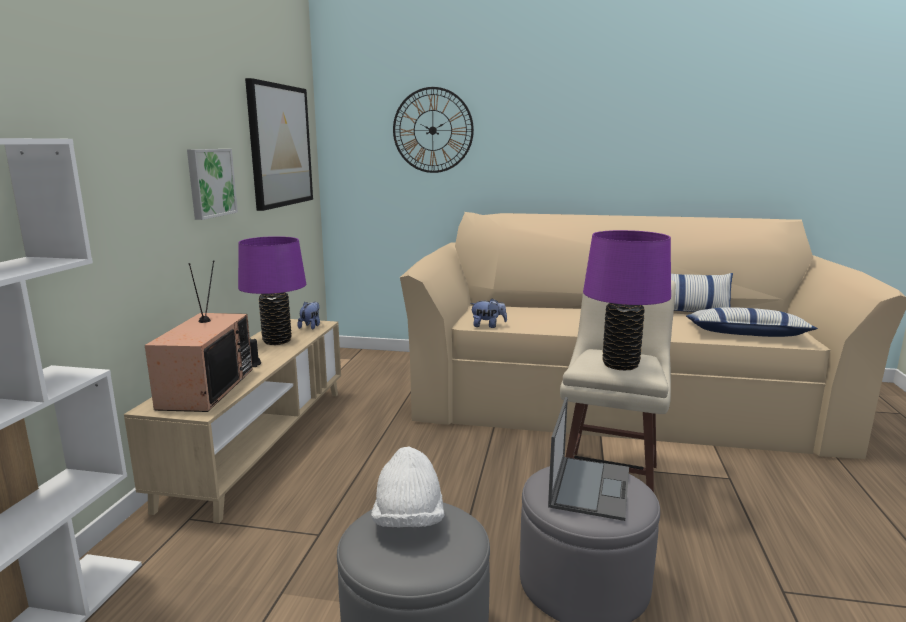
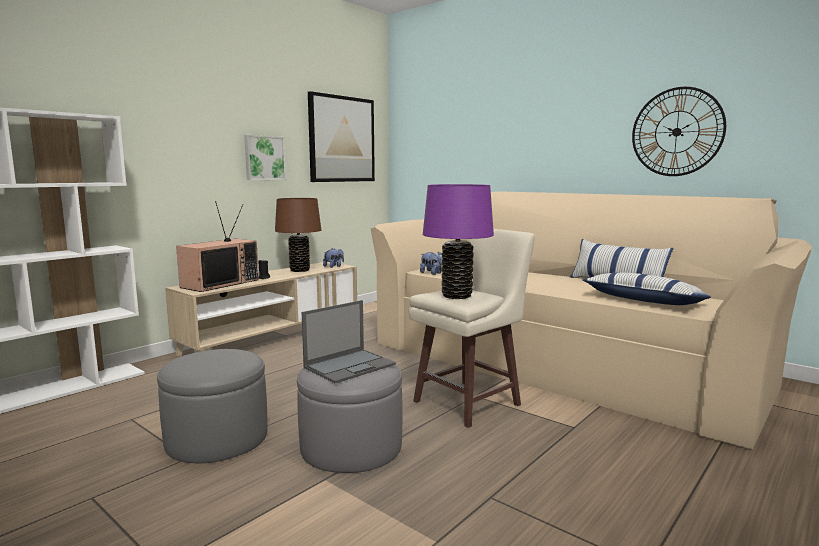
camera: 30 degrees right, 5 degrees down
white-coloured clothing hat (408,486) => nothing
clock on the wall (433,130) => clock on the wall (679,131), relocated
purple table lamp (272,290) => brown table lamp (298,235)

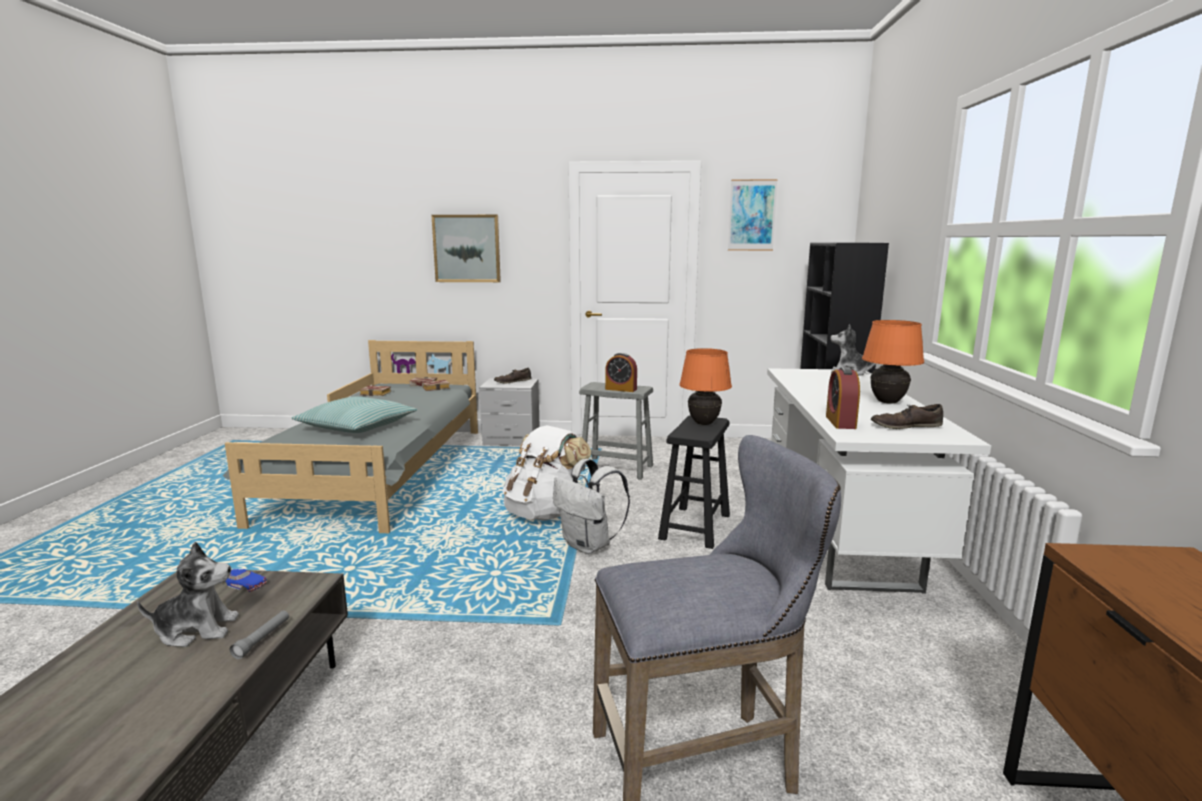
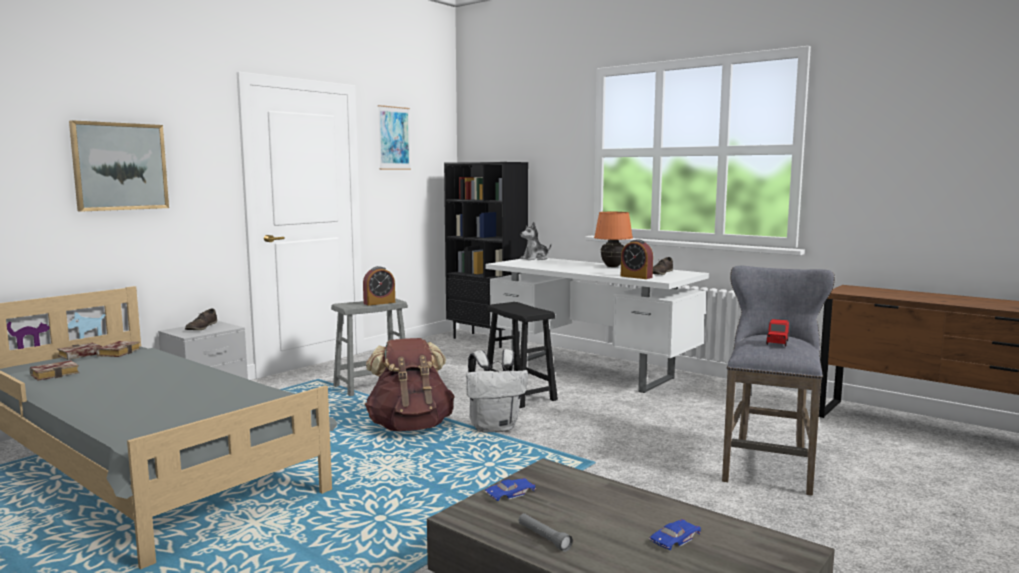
camera: 55 degrees left, 5 degrees down
soft toy (188,594) => nothing
pillow (354,414) => nothing
orange-coloured table lamp (705,386) => nothing
nothing => bluish toy car (675,534)
nothing => reddish toy car (777,333)
greyish flashlight (259,634) => greyish flashlight (546,532), relocated
white-coloured knapsack (546,473) => brown knapsack (410,384)

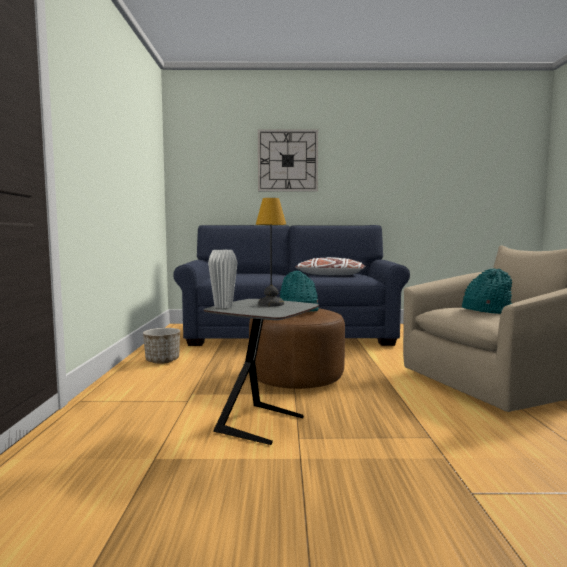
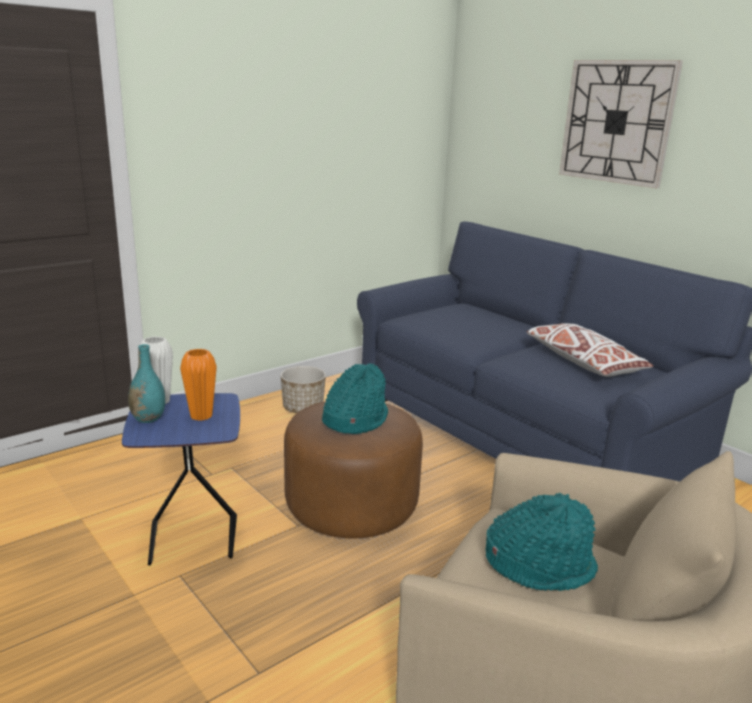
camera: 50 degrees right, 15 degrees up
nothing => turquoise-coloured flower vase (146,383)
table lamp (271,252) => orange-coloured flower vase (198,385)
greyish accent table (261,372) => bluish accent table (181,479)

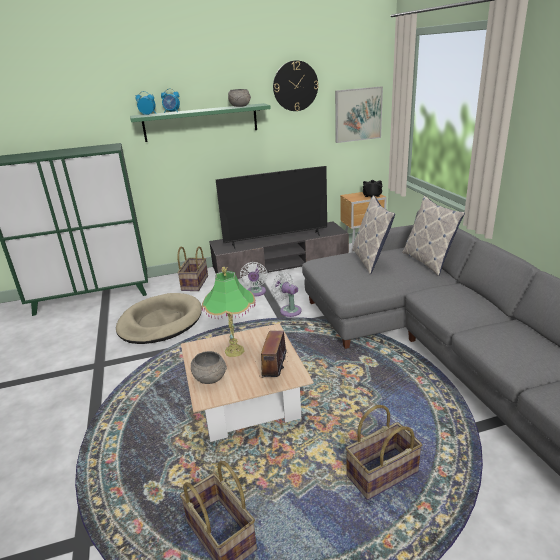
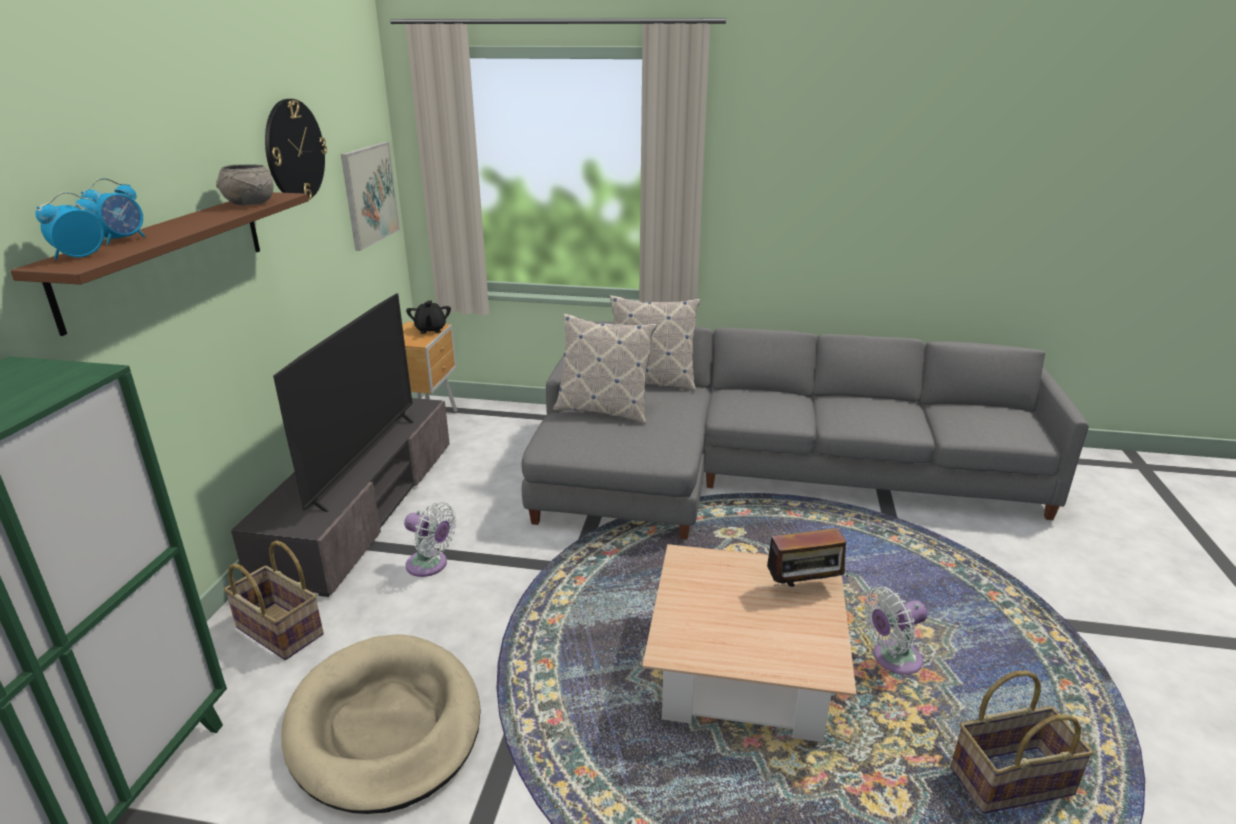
camera: 65 degrees left, 0 degrees up
greyish serving bowl (209,367) => nothing
table lamp (229,312) => nothing
basket (383,452) => nothing
white-coloured cooling fan (286,294) => white-coloured cooling fan (896,630), relocated
green wall shelf (200,122) => brown wall shelf (159,264)
radio (273,354) => radio (807,554), 45 degrees counterclockwise

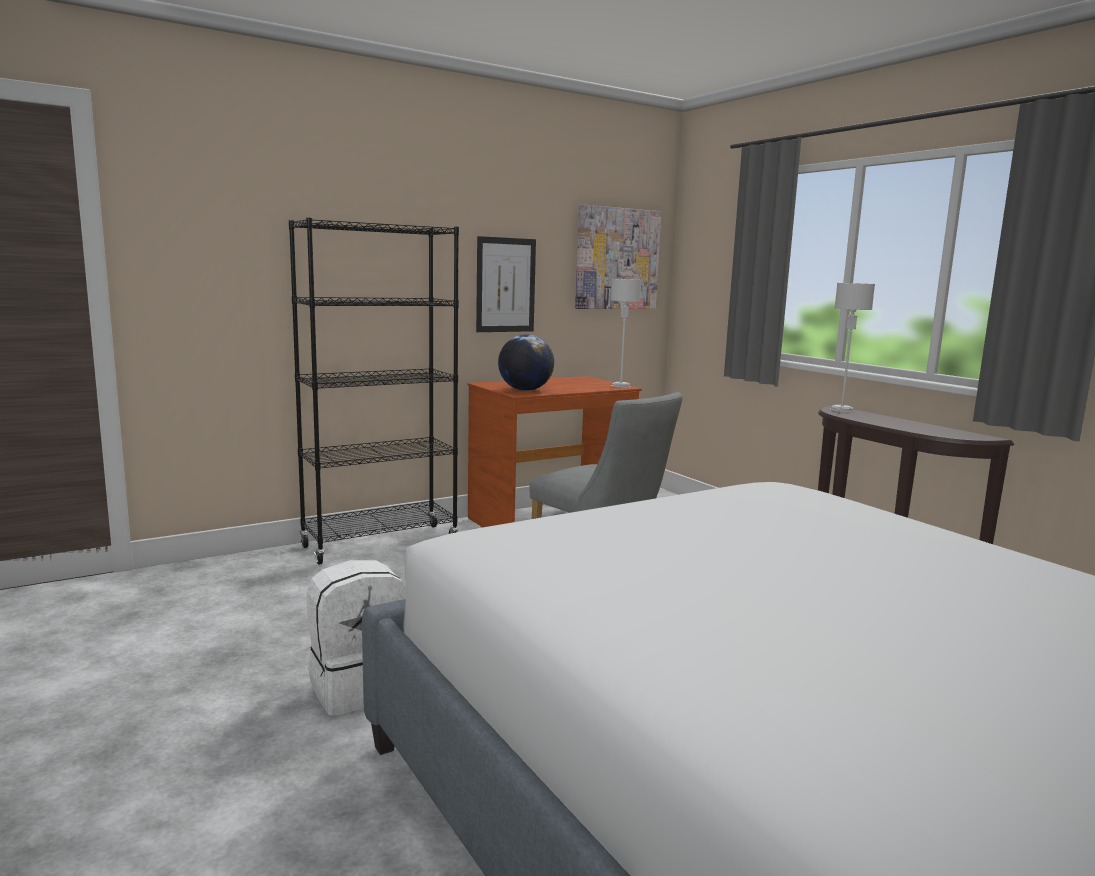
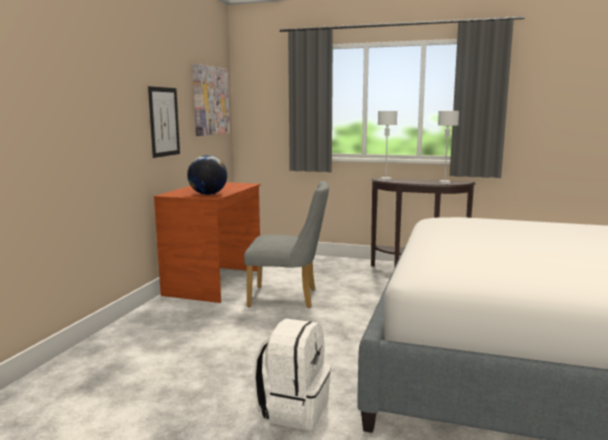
camera: 40 degrees left, 0 degrees up
black shelving unit (374,391) => nothing
greyish table lamp (626,333) => greyish table lamp (448,147), relocated

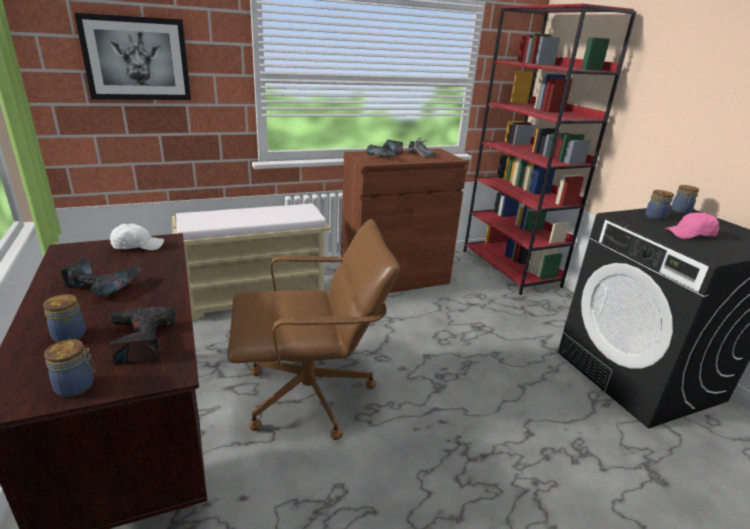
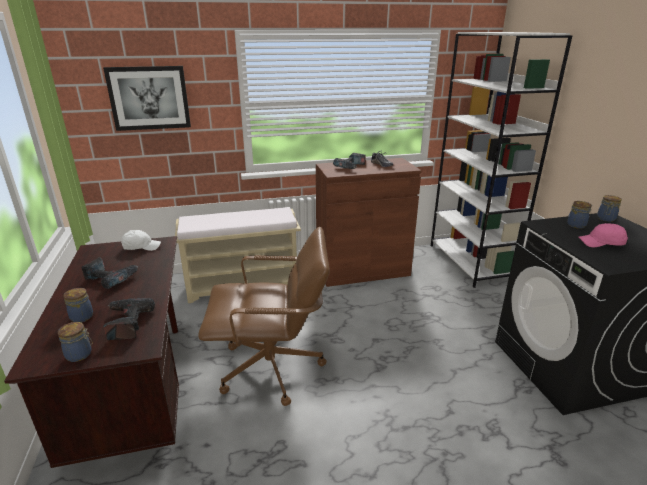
camera: 10 degrees right, 0 degrees up
reddish shelving unit (550,149) => white-coloured shelving unit (501,160)

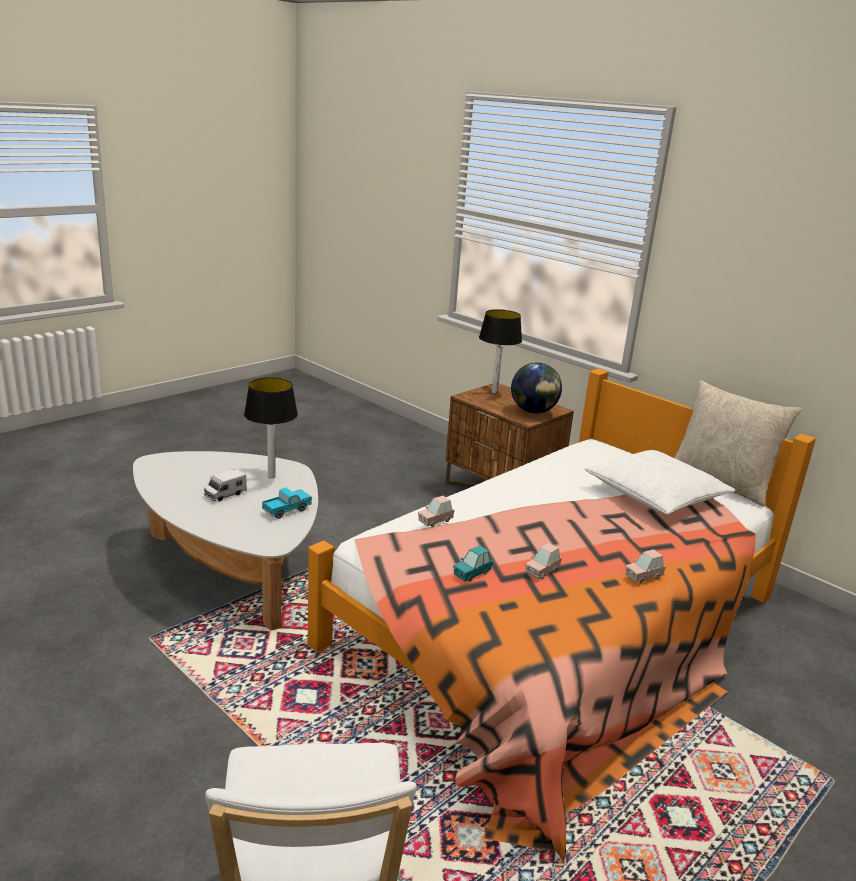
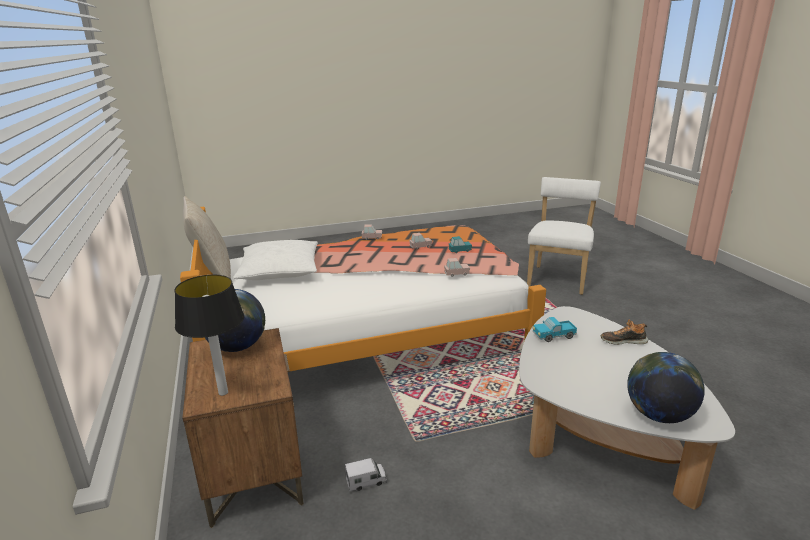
camera: 150 degrees left, 0 degrees up
table lamp (271,427) => nothing
nothing => low shoe (624,332)
nothing => desk globe (666,387)
toy truck (225,484) => toy truck (366,474), relocated

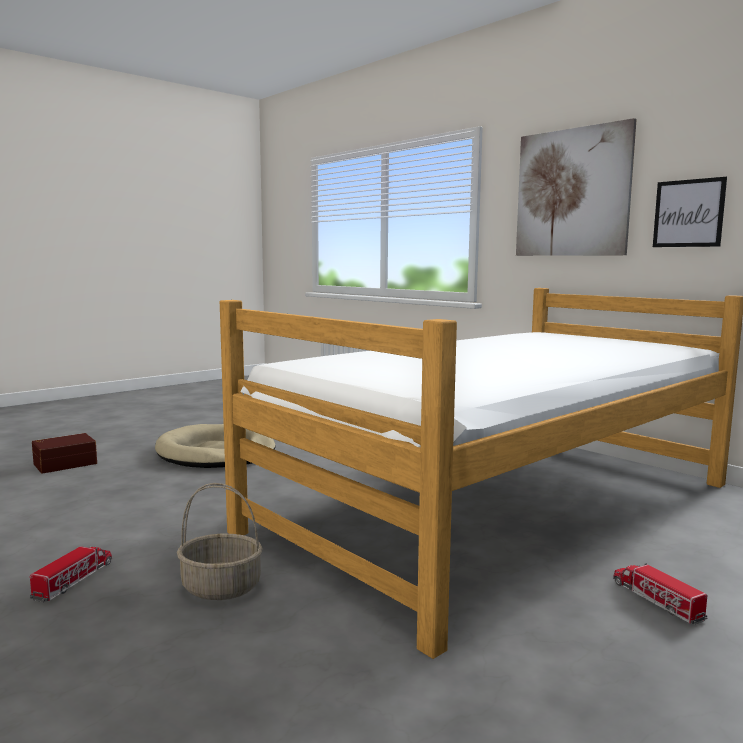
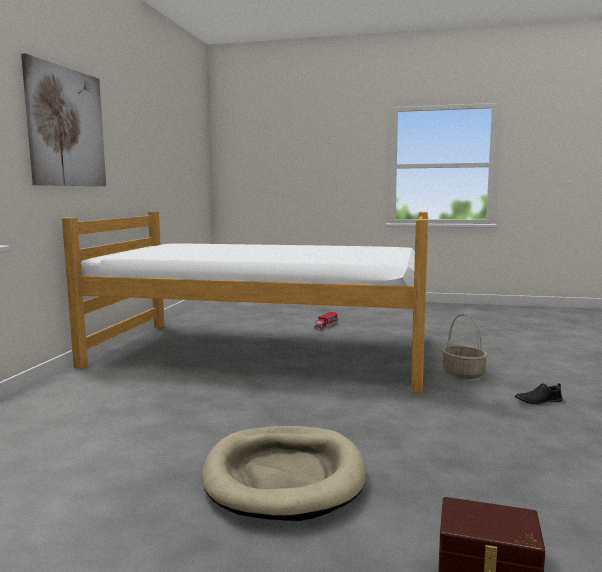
camera: 125 degrees left, 0 degrees up
wall art (690,212) => nothing
toy truck (71,574) => black low shoe (539,394)

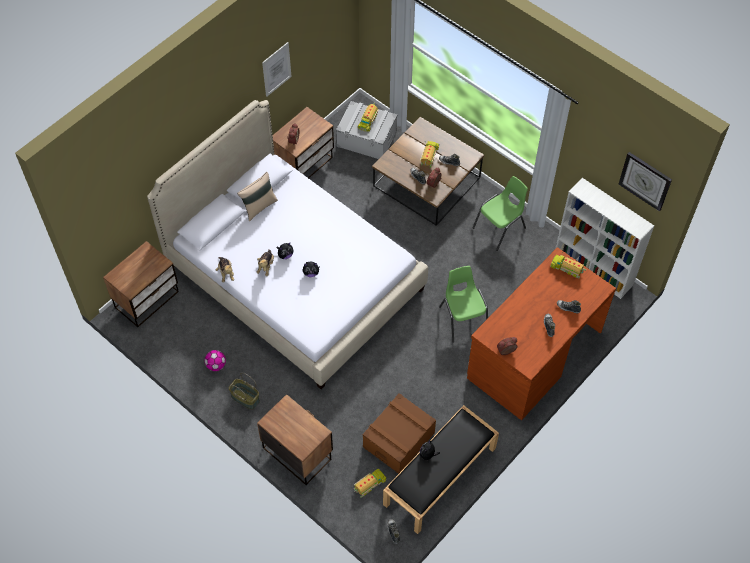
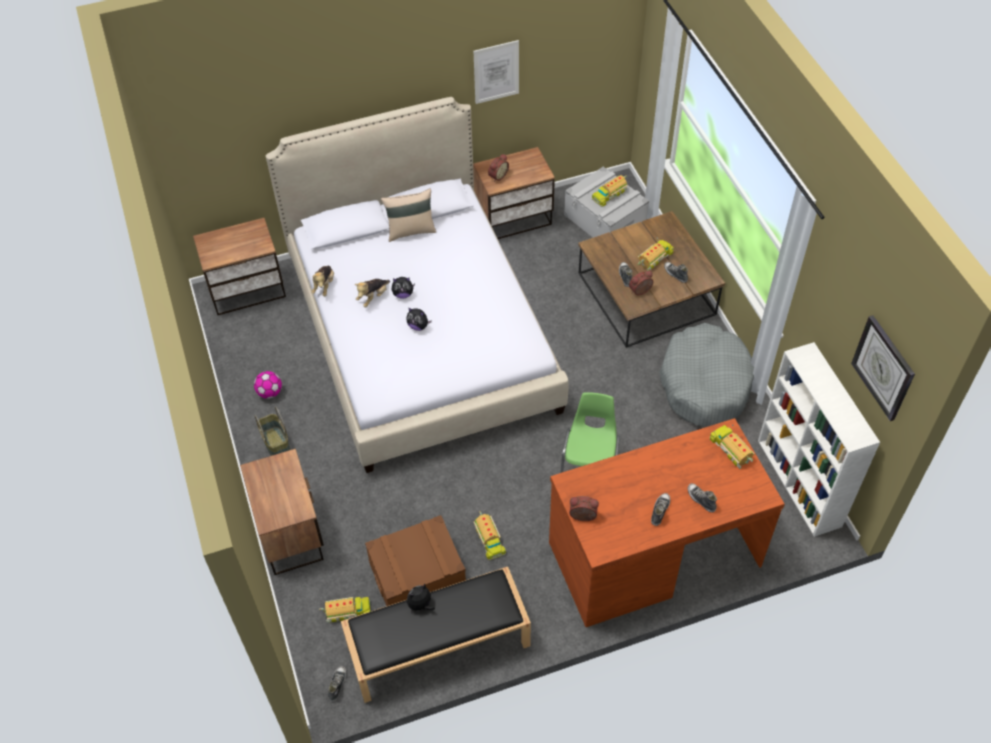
camera: 30 degrees right, 5 degrees down
nothing => toy truck (490,535)
green upright chair (500,213) => greyish dog bed (706,374)

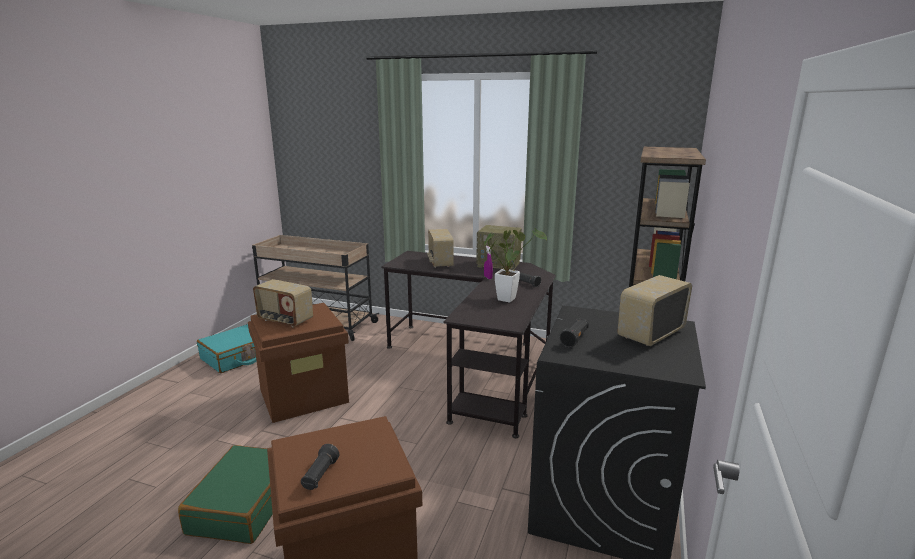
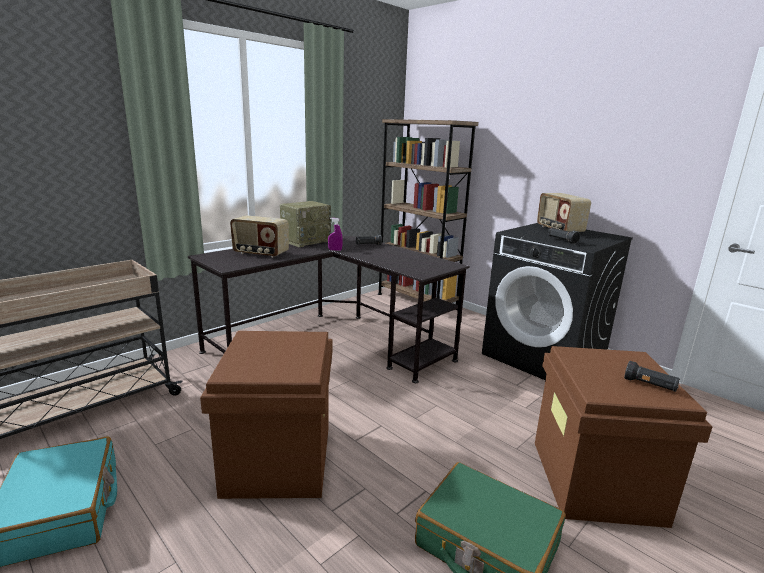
camera: 65 degrees left, 0 degrees up
radio (283,303) => nothing
potted plant (515,265) => nothing

